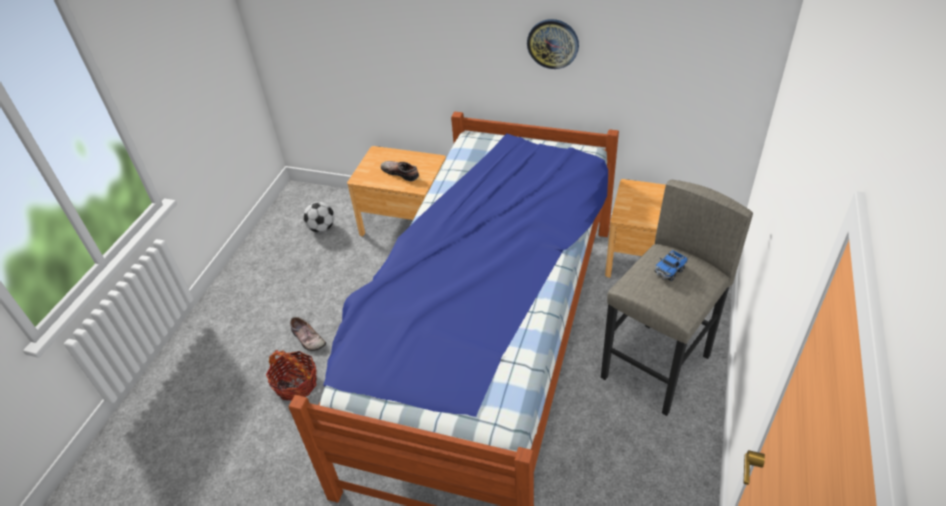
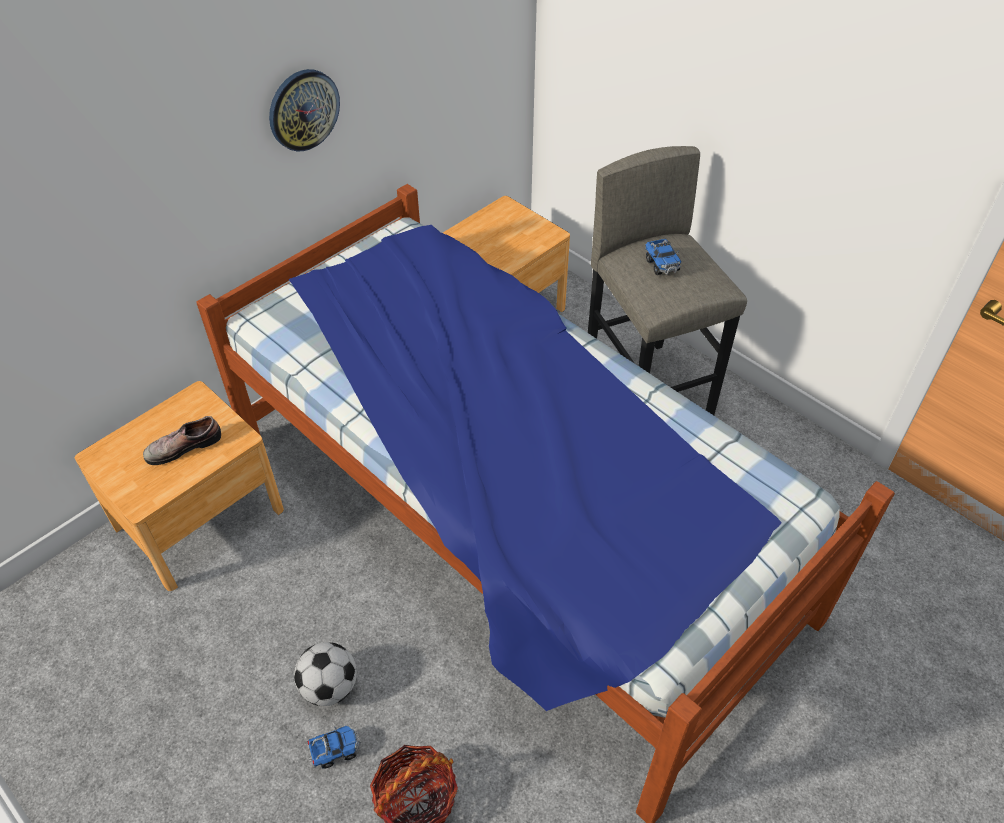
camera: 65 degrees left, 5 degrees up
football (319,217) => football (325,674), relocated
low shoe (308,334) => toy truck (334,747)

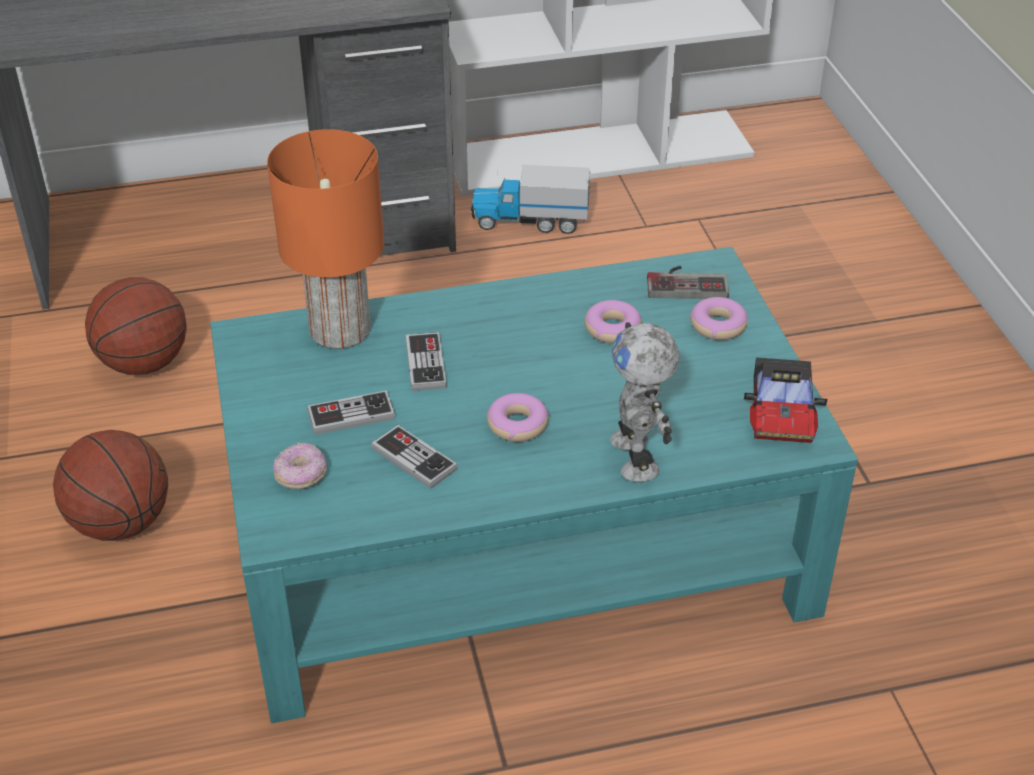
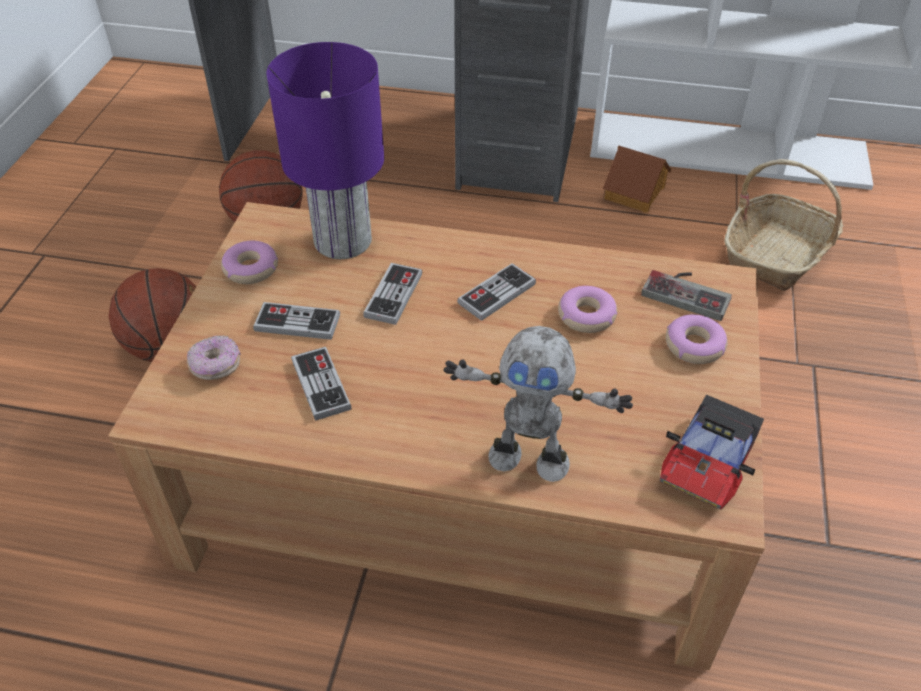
camera: 25 degrees right, 5 degrees up
nothing => gamepad (496,292)
nothing => basket (784,225)
donut (518,417) => donut (249,262), relocated
toy truck (530,199) => model house (637,179)
turquoise-coloured low table (534,485) => brown low table (436,436)
orange-coloured table lamp (325,239) => purple table lamp (325,150)
model robot (645,402) => model robot (538,404), 90 degrees counterclockwise

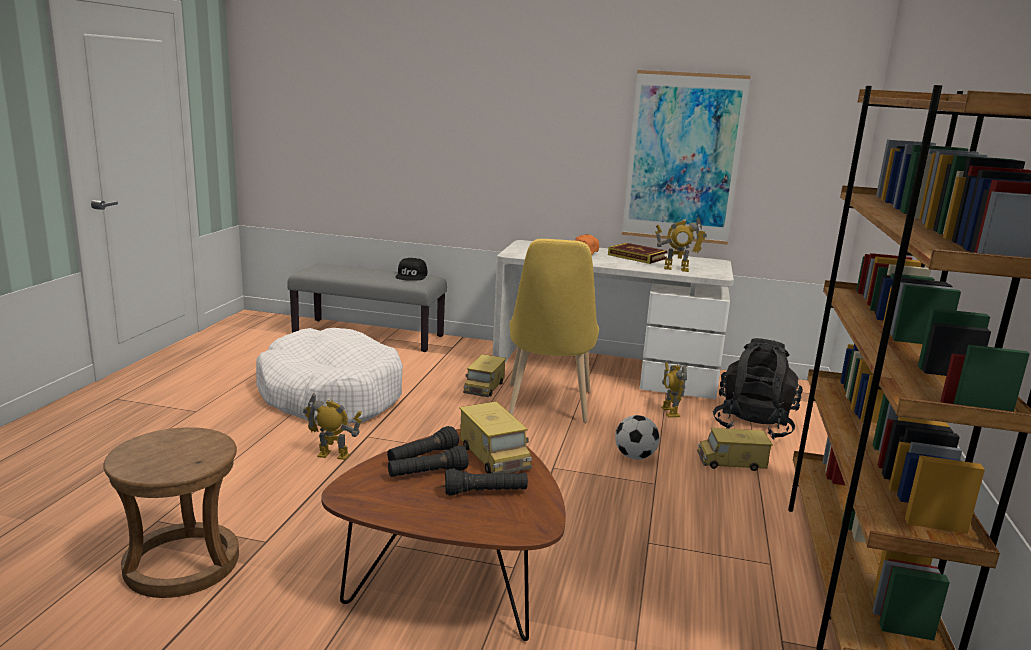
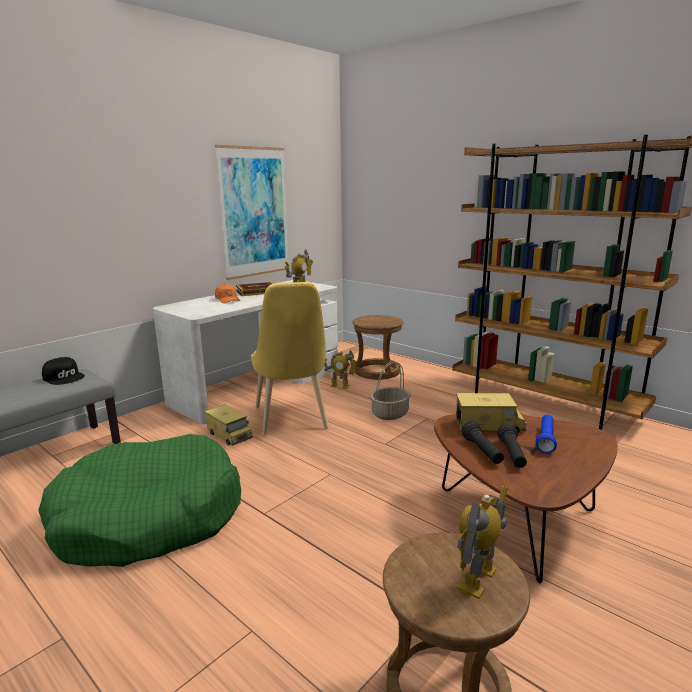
camera: 60 degrees left, 0 degrees up
toy truck (735,449) => nothing
model robot (332,426) => model robot (482,542), relocated
football (637,437) => basket (390,390)
black knapsack (758,389) => brown stool (378,347)
white-coloured dog bed (329,376) => green dog bed (139,500)
black flashlight (486,482) => bluish flashlight (546,434)
yellow-coloured upright chair (554,331) => yellow-coloured upright chair (289,358), 45 degrees clockwise

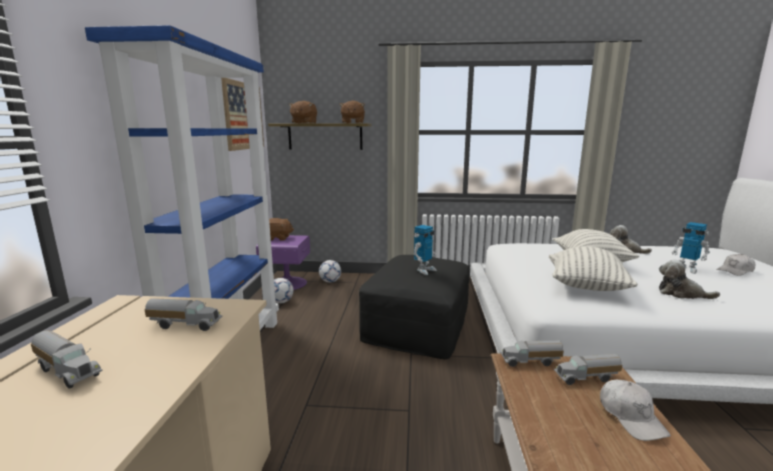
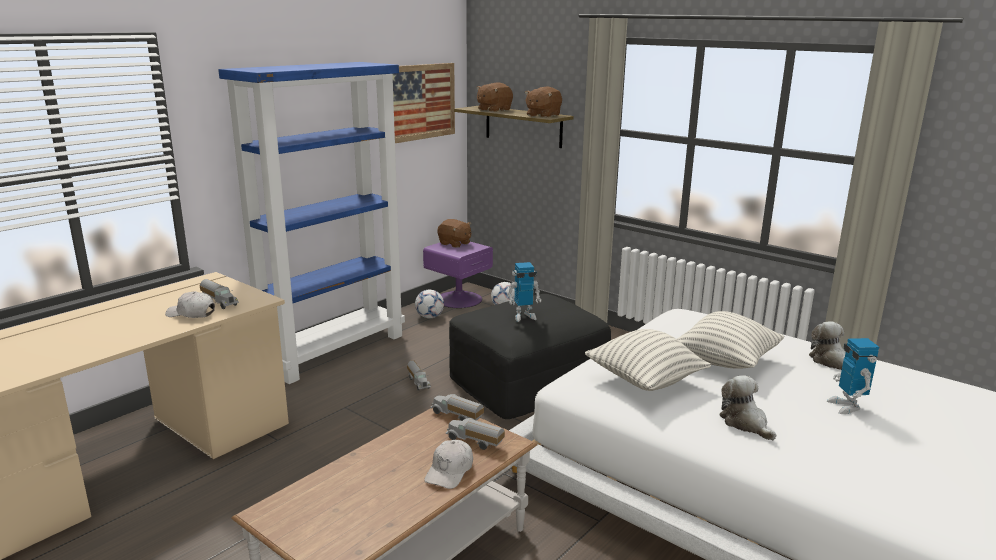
camera: 35 degrees right, 5 degrees up
toy truck (67,359) => toy truck (419,375), relocated
white-coloured peaked cap (736,265) => white-coloured peaked cap (190,304), relocated

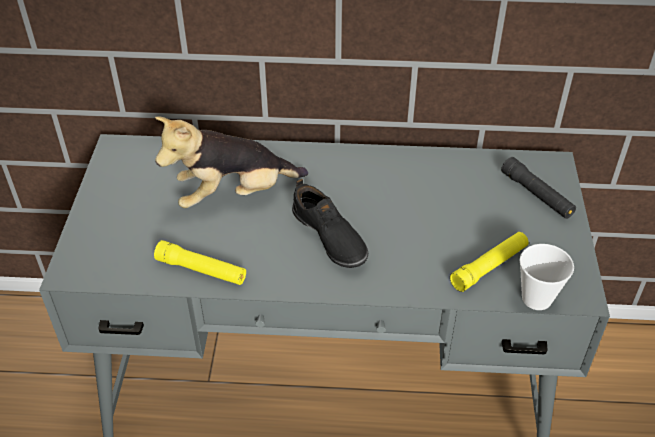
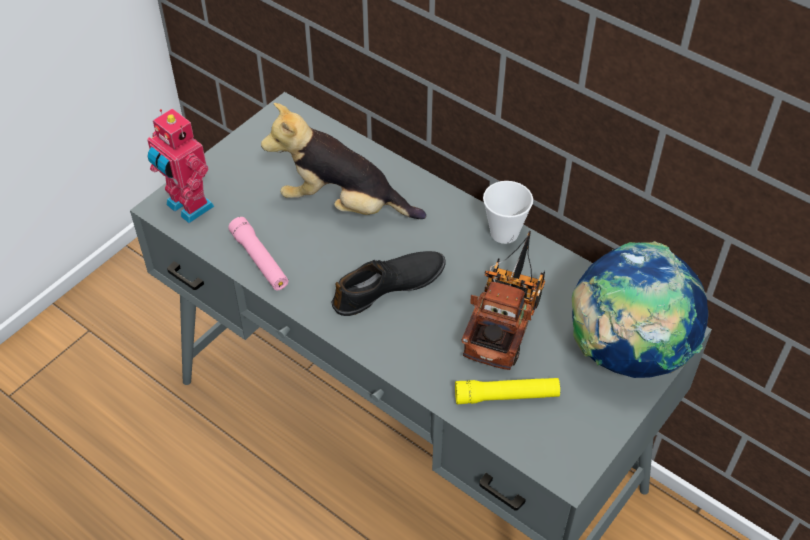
camera: 35 degrees right, 5 degrees up
nothing => model robot (181,165)
nothing => toy truck (503,300)
drinking cup (546,277) => drinking cup (508,212), relocated
black flashlight (538,188) => desk globe (640,309)
yellow-coloured flashlight (200,262) => pink flashlight (258,253)
black low shoe (330,223) => black low shoe (388,283), 120 degrees counterclockwise

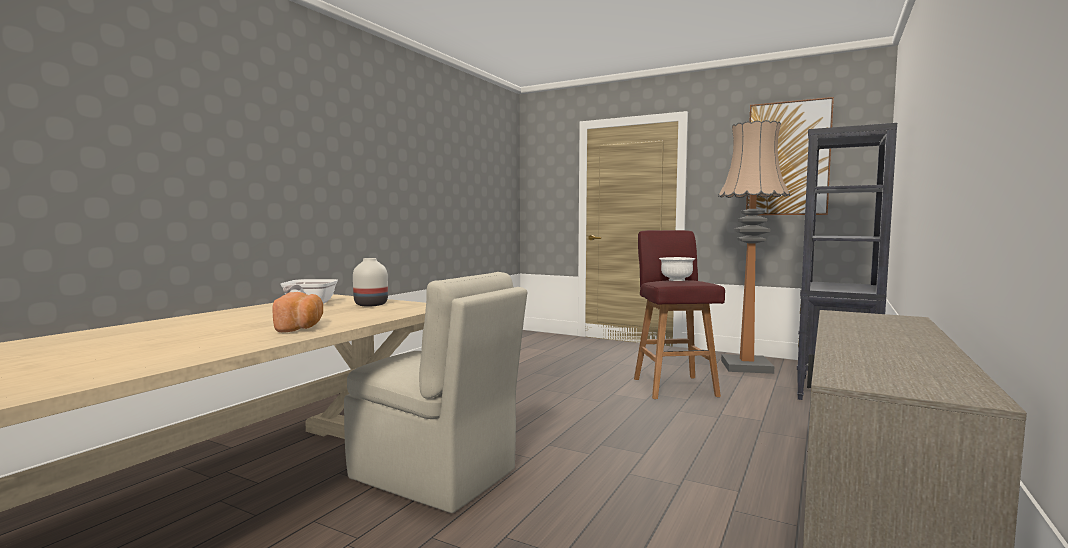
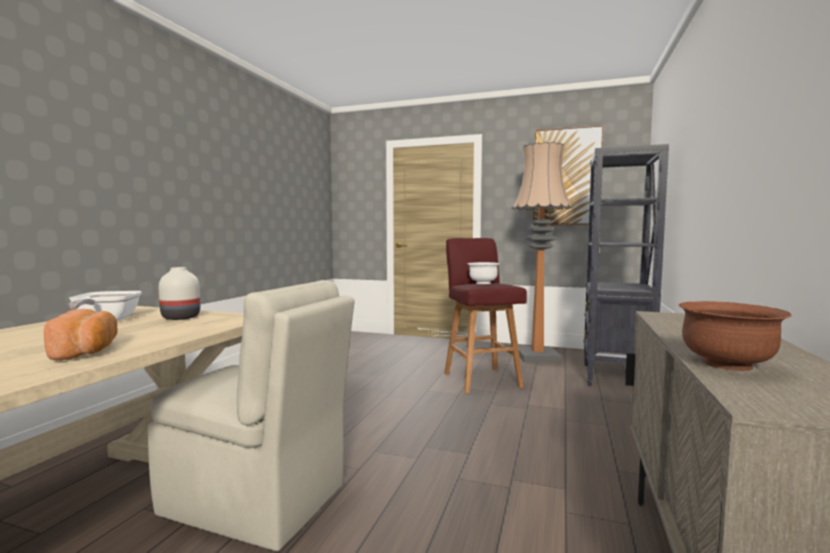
camera: 10 degrees left, 0 degrees up
nothing => brown serving bowl (735,336)

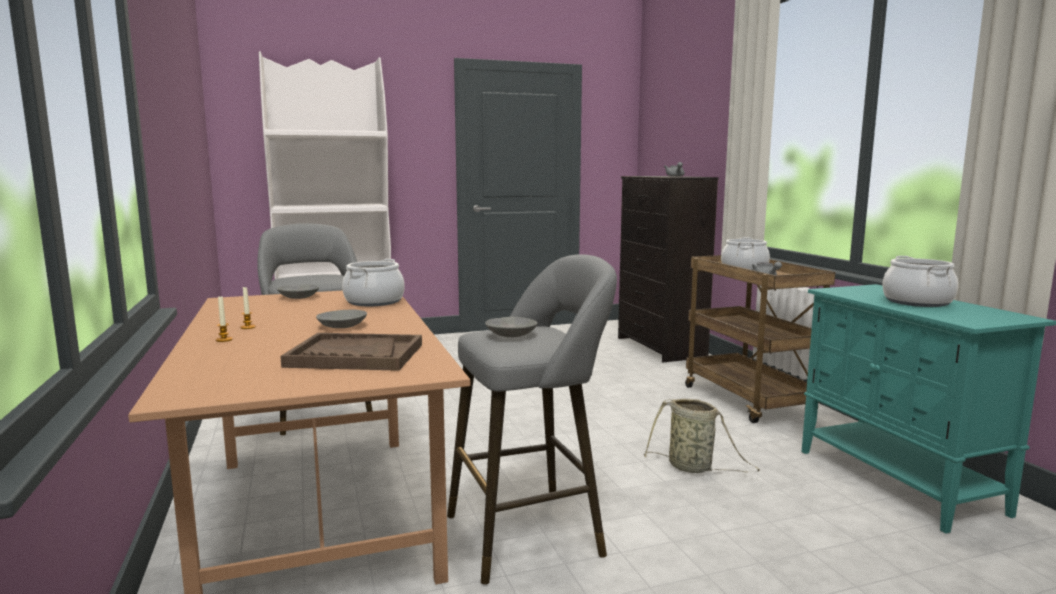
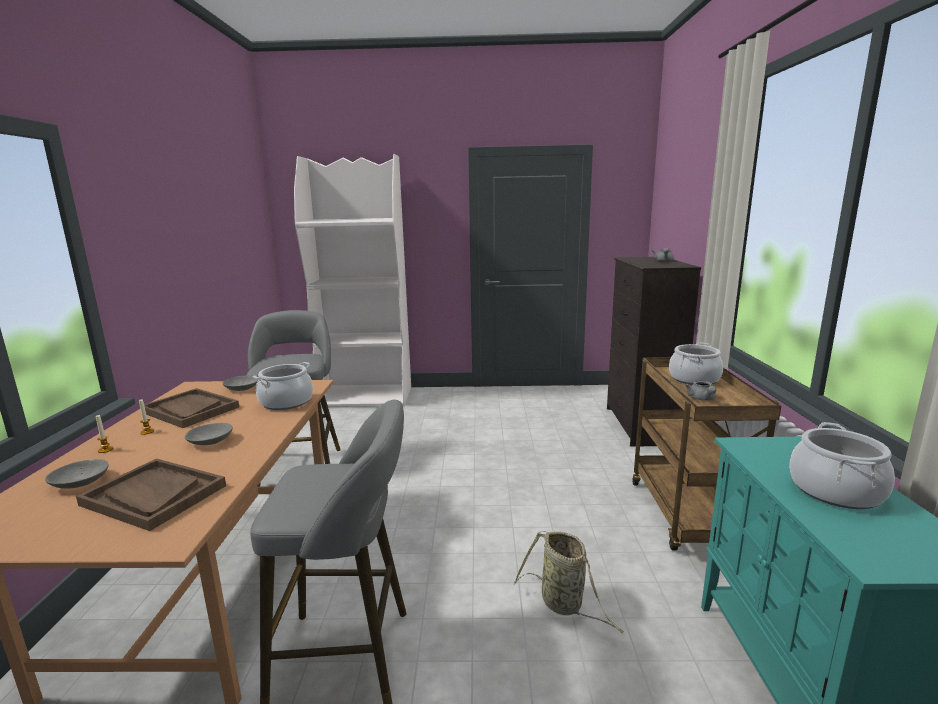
camera: 20 degrees right, 5 degrees up
nothing => brown tray (191,408)
greyish serving bowl (511,327) => greyish serving bowl (77,474), relocated

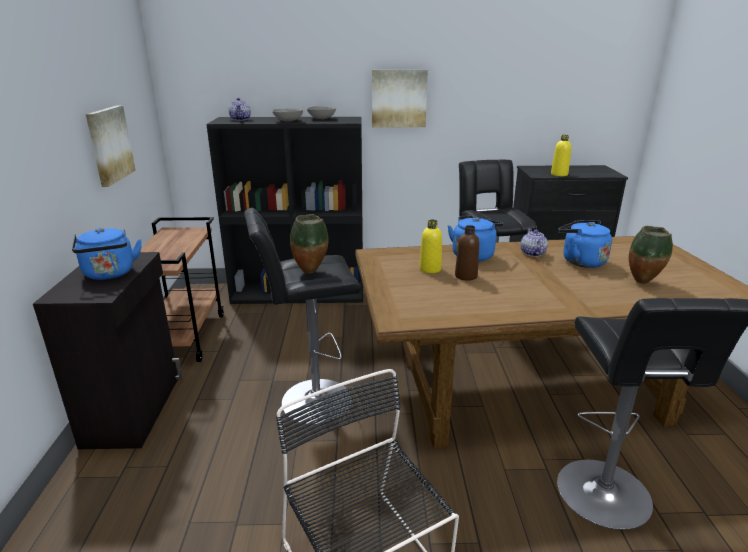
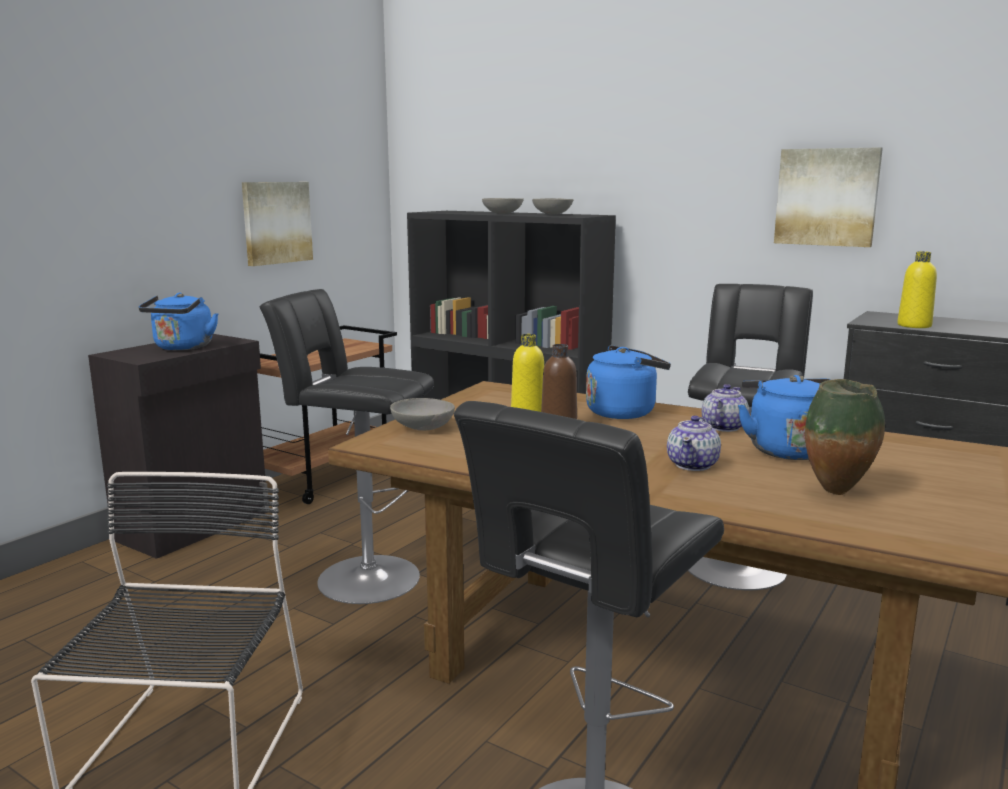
camera: 35 degrees right, 10 degrees down
flower vase (309,244) => nothing
nothing => greyish serving bowl (422,414)
teapot (240,109) => teapot (694,443), relocated
wall art (400,98) => wall art (828,197), relocated

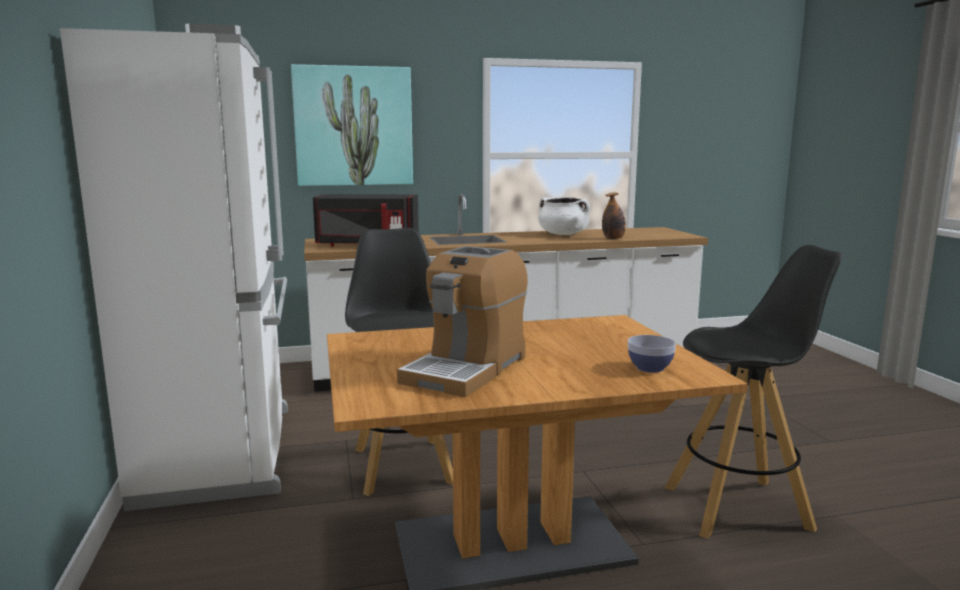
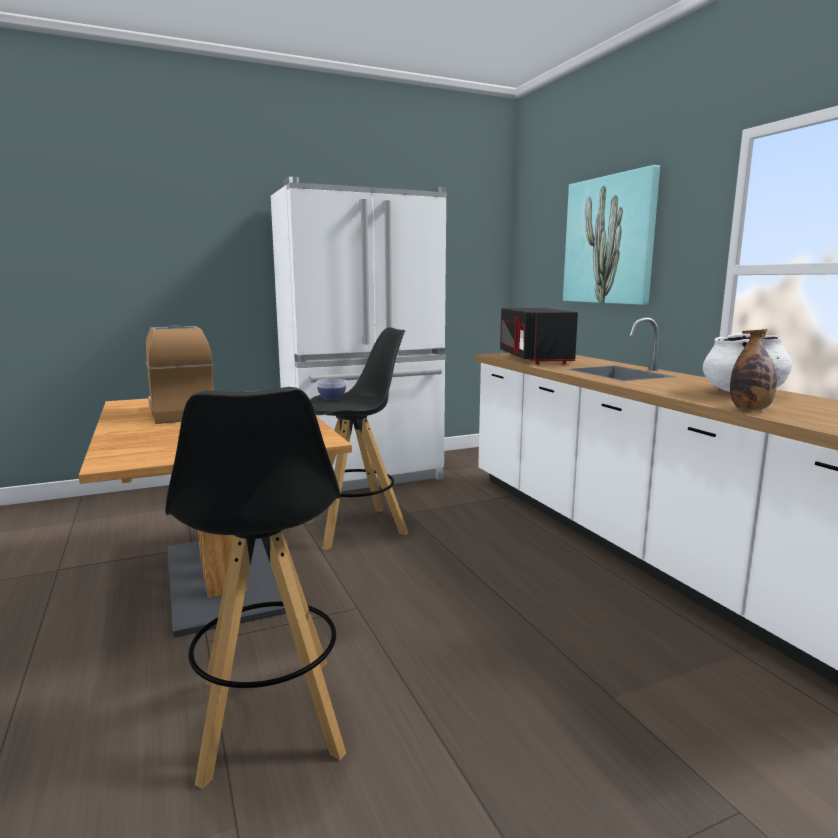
camera: 80 degrees right, 0 degrees up
serving bowl (652,354) => serving bowl (331,389), relocated
coffee machine (462,321) => coffee machine (180,374), 45 degrees clockwise

